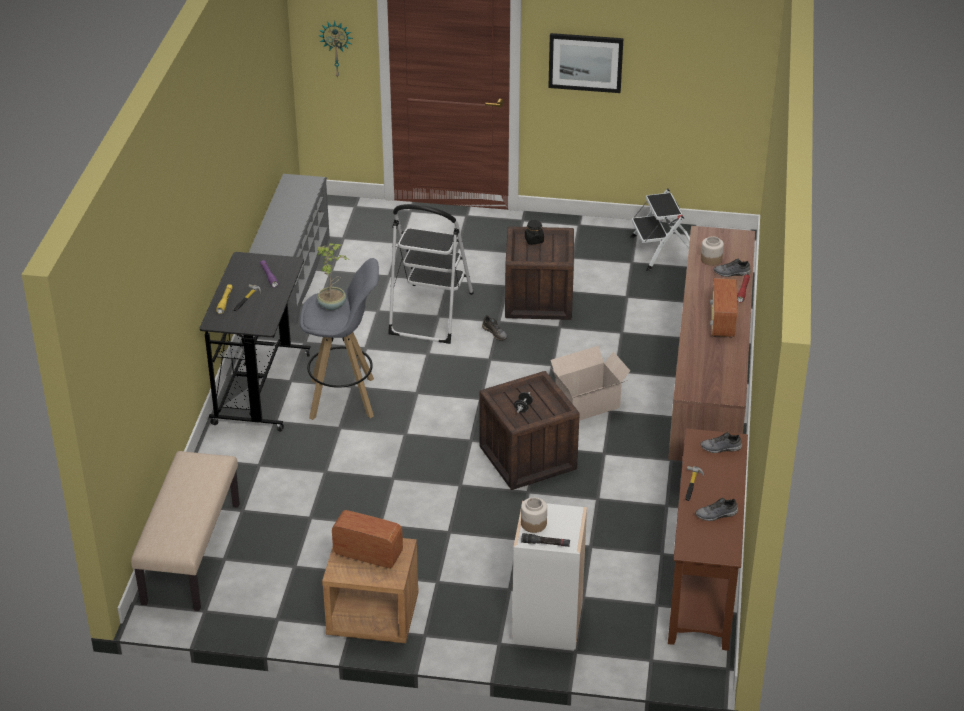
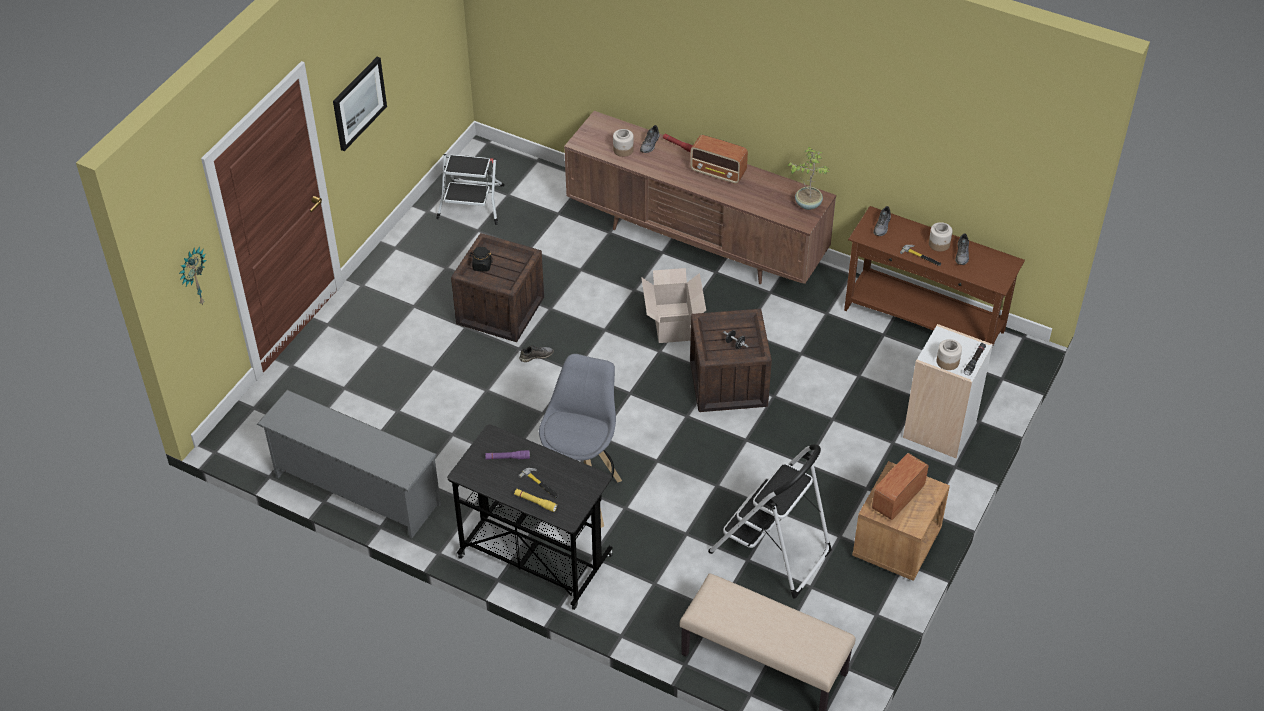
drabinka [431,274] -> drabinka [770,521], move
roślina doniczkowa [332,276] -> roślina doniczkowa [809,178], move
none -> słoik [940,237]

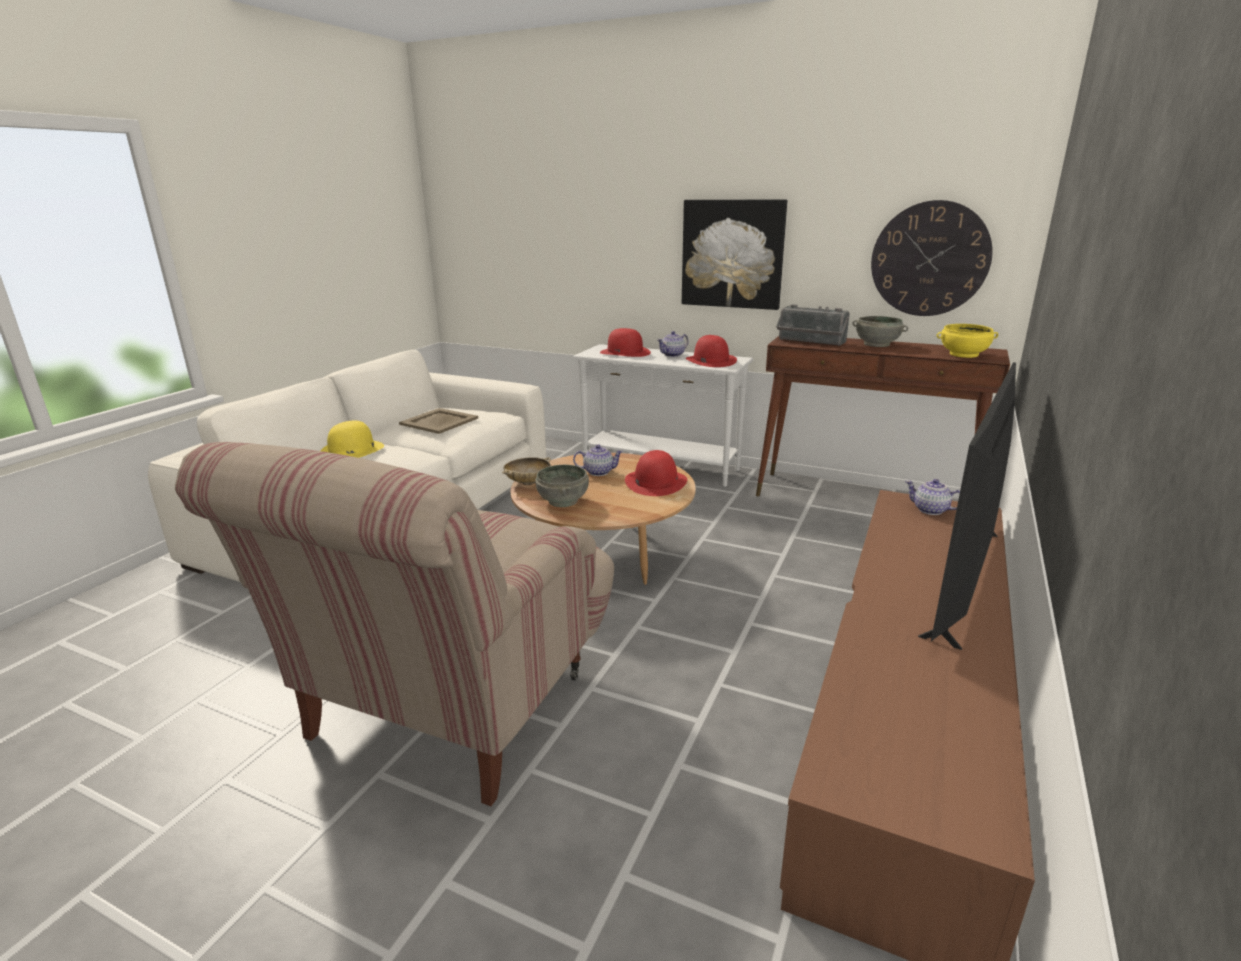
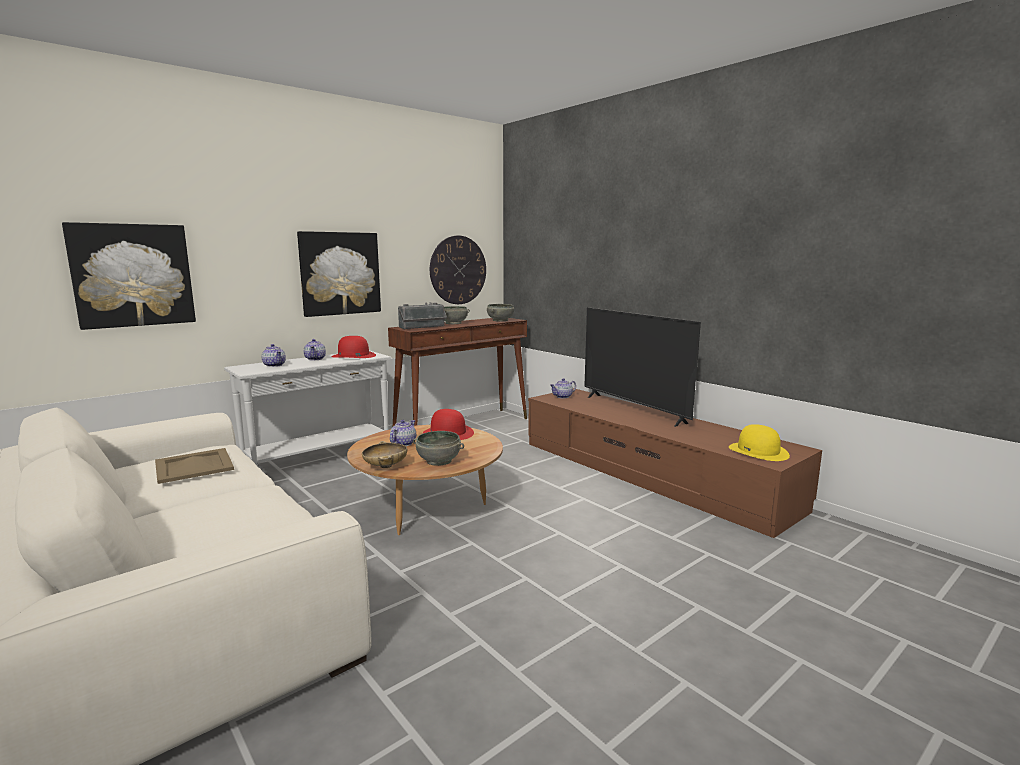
miska (żółty) [967,341] -> miska (szary) [500,312]
kapelusz (czerwony) [625,342] -> imbryk [274,355]
kapelusz (żółty) [352,439] -> kapelusz (żółty) [759,442], move
fotel (beżowy) [394,624] -> none
none -> obraz [129,276]

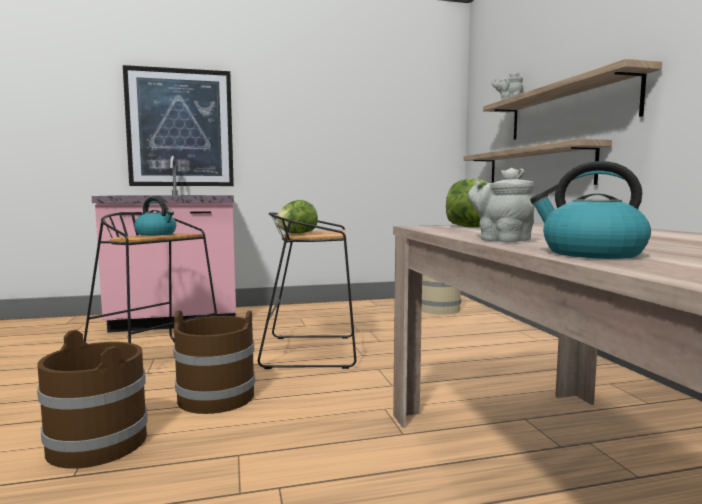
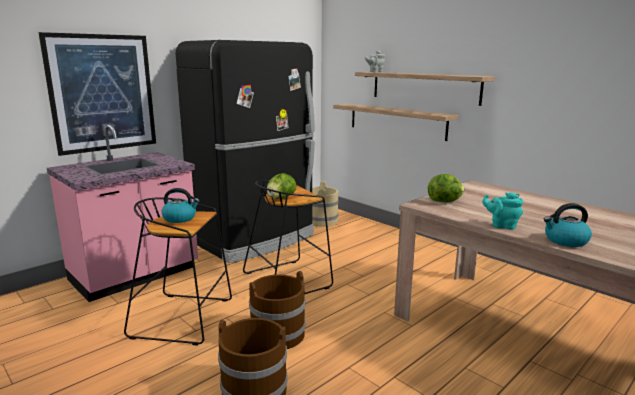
imbryk (szary) [501,205] -> imbryk (turkusowy) [502,211]
none -> lodówka (czarny) [245,151]

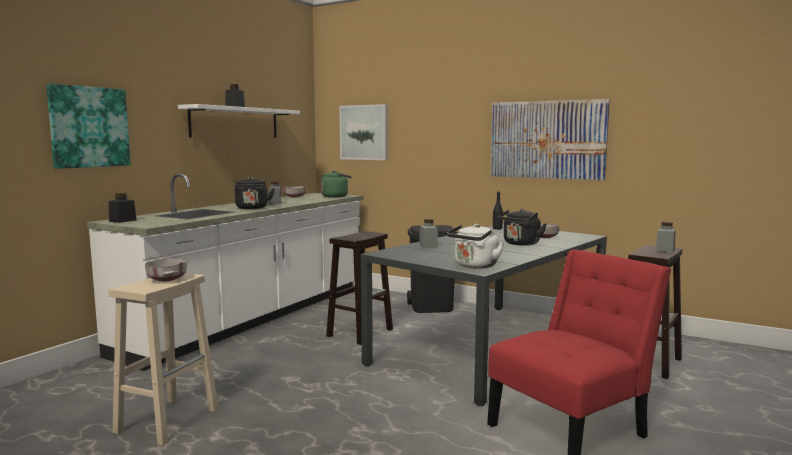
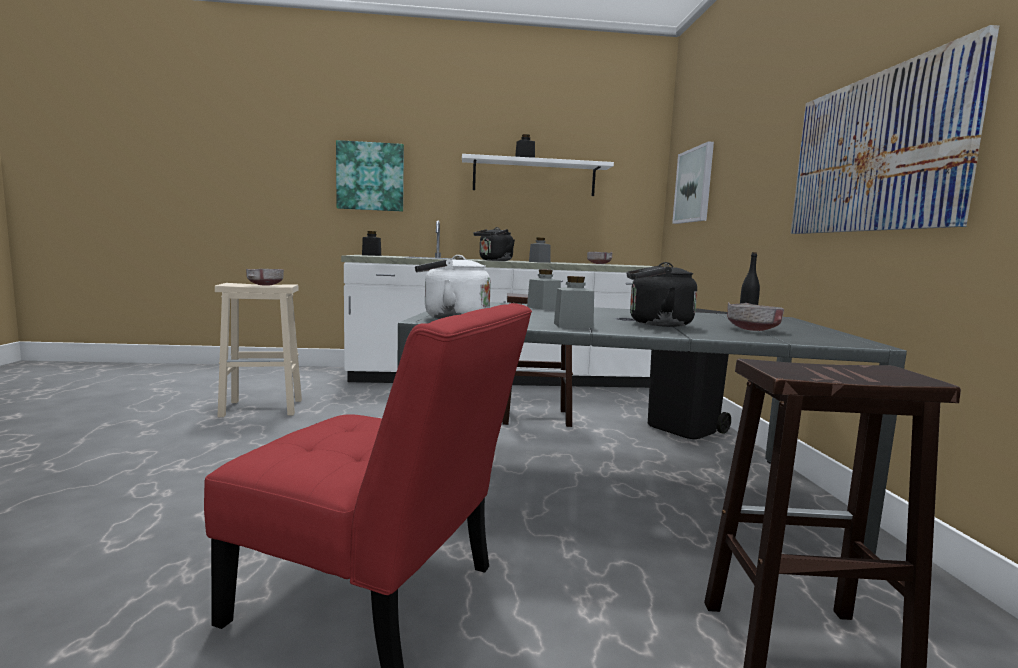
czajnik (zielony) [336,184] -> none
słoik (szary) [666,237] -> słoik (szary) [574,302], move

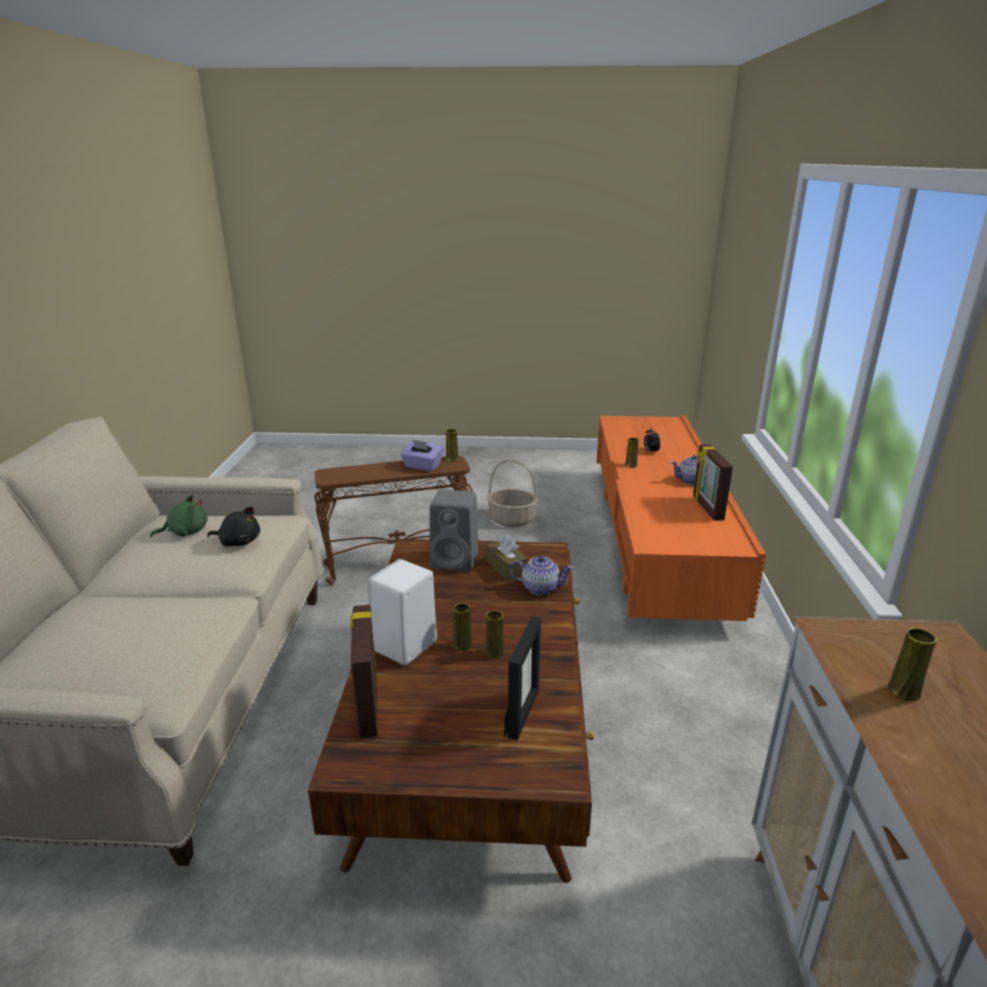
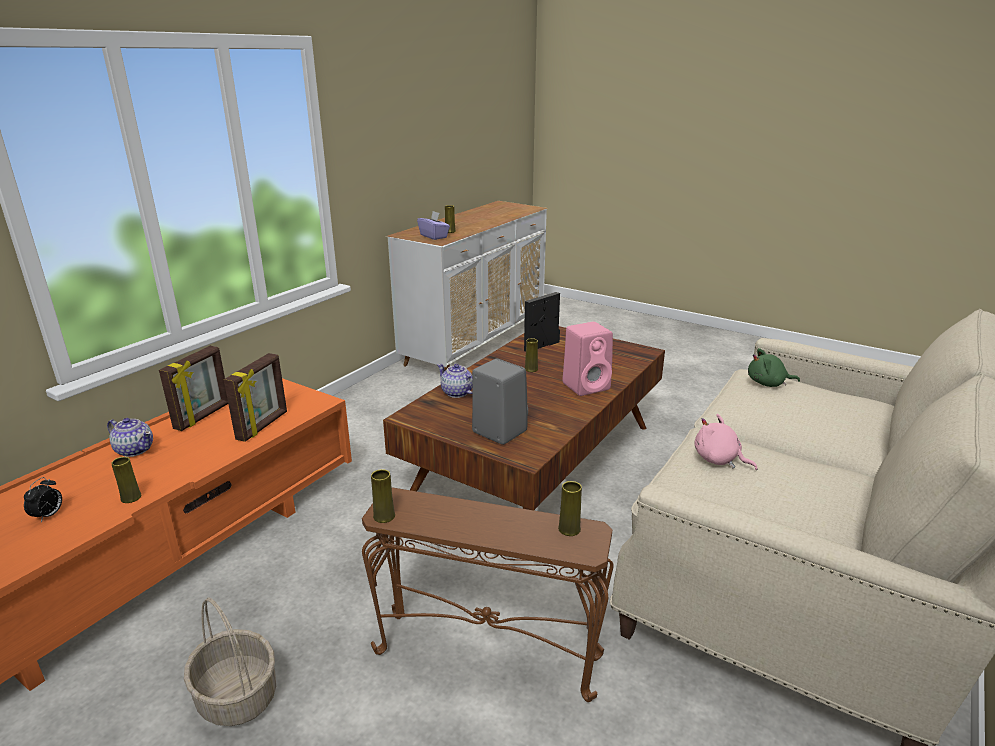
pudełko chusteczek (fioletowy) [422,455] -> pudełko chusteczek (fioletowy) [433,225], move
pluszak (zielony) [179,516] -> pluszak (zielony) [774,367], move
pluszak (czarny) [233,526] -> pluszak (różowy) [725,442]
pudełko chusteczek (brązowy) [507,557] -> none
głośnik (biały) [402,612] -> głośnik (różowy) [587,359]
wazon (żółty) [462,627] -> wazon (żółty) [570,508], move
ramka na zdjęcie [364,671] -> ramka na zdjęcie [255,397], move

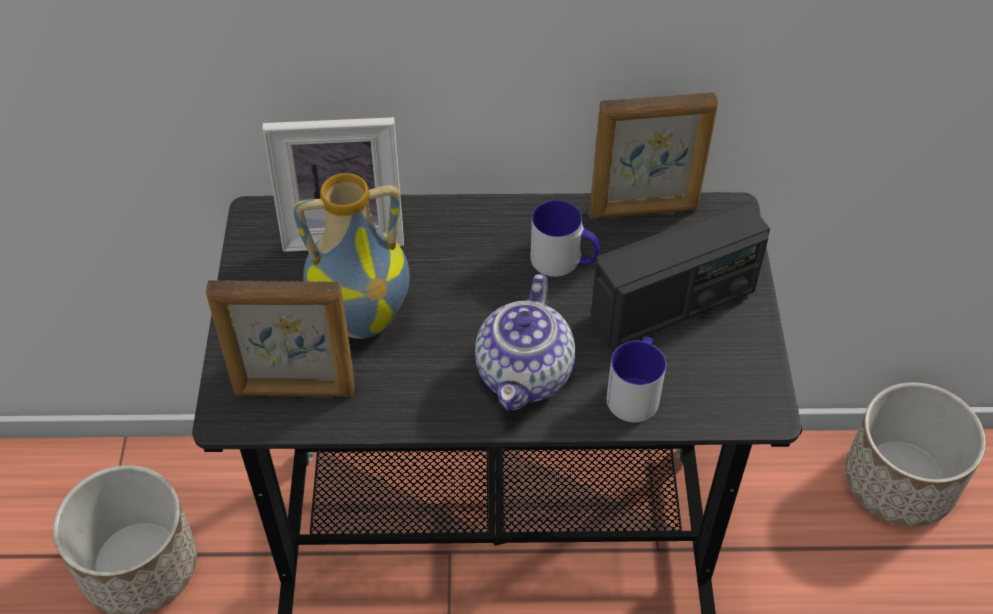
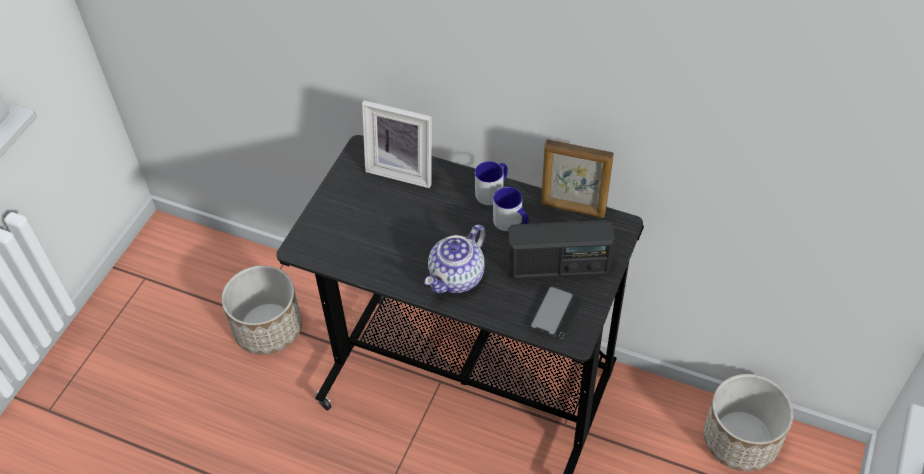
wazon [351,256] -> none
ramka na zdjęcie [280,338] -> none
kubek [636,379] -> kubek [491,183], move
none -> telefon [556,314]

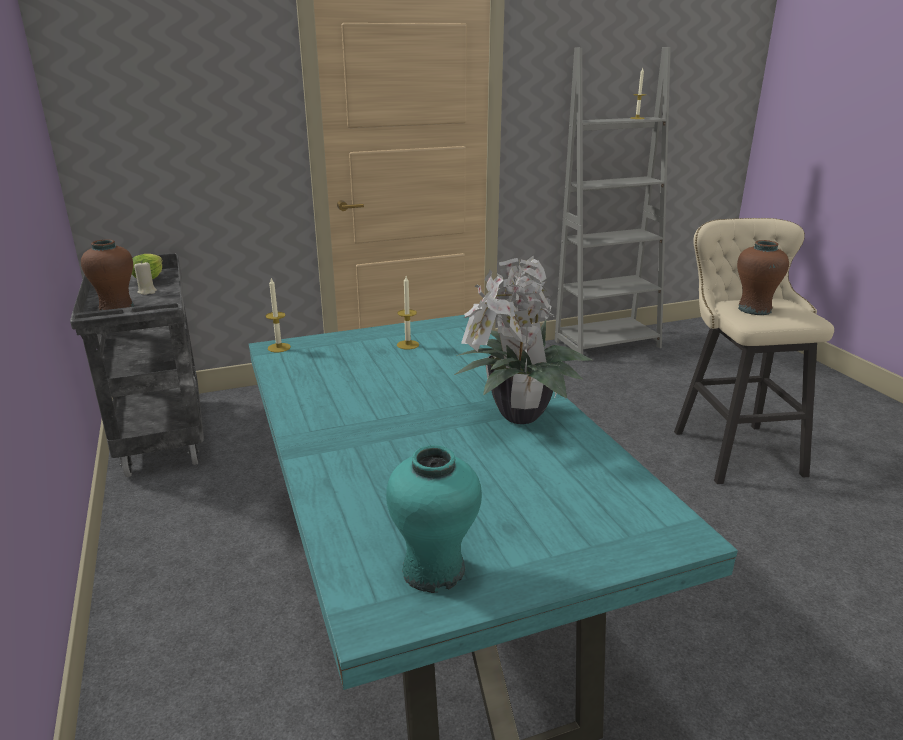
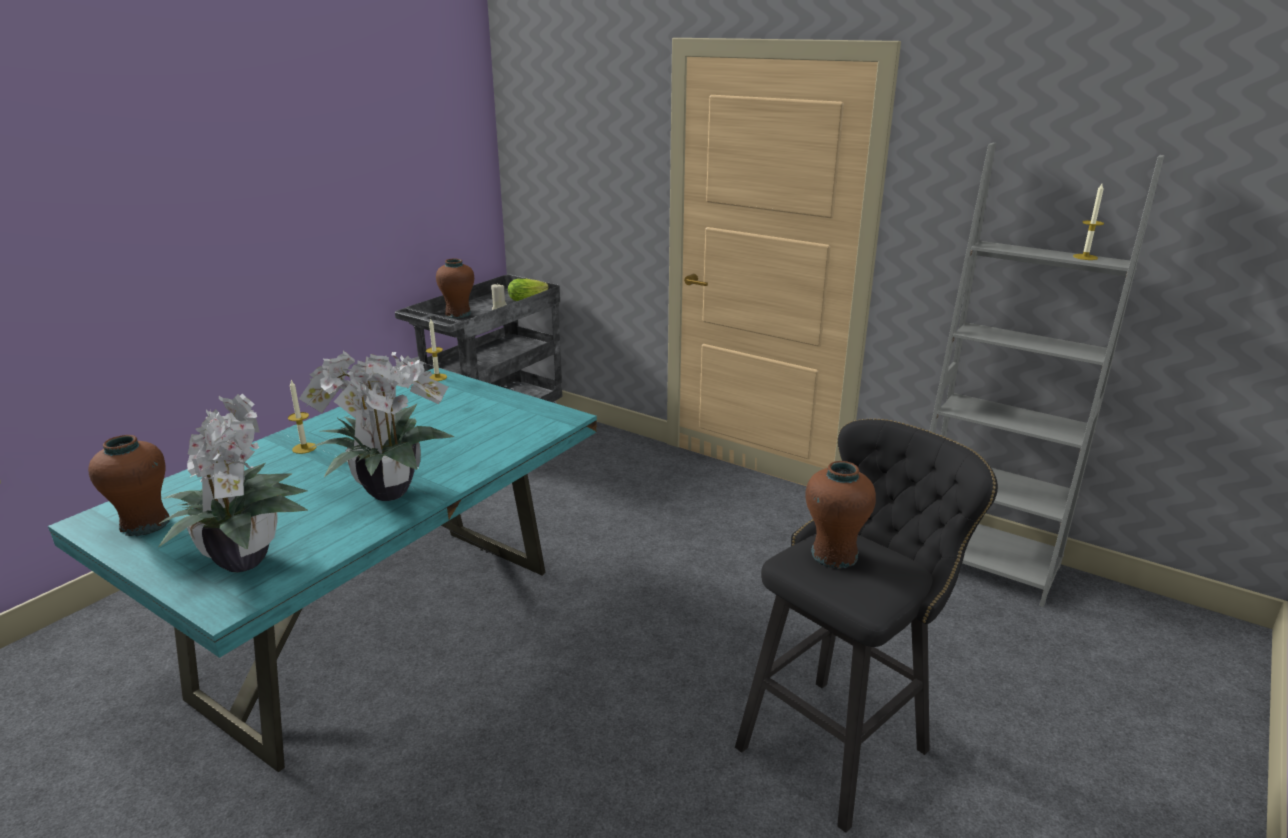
stołek (beżowy) [754,351] -> stołek (czarny) [866,626]
świeca [408,312] -> świeca [302,417], move
wazon (turkusowy) [434,519] -> wazon (brązowy) [129,485]
none -> roślina doniczkowa [233,482]

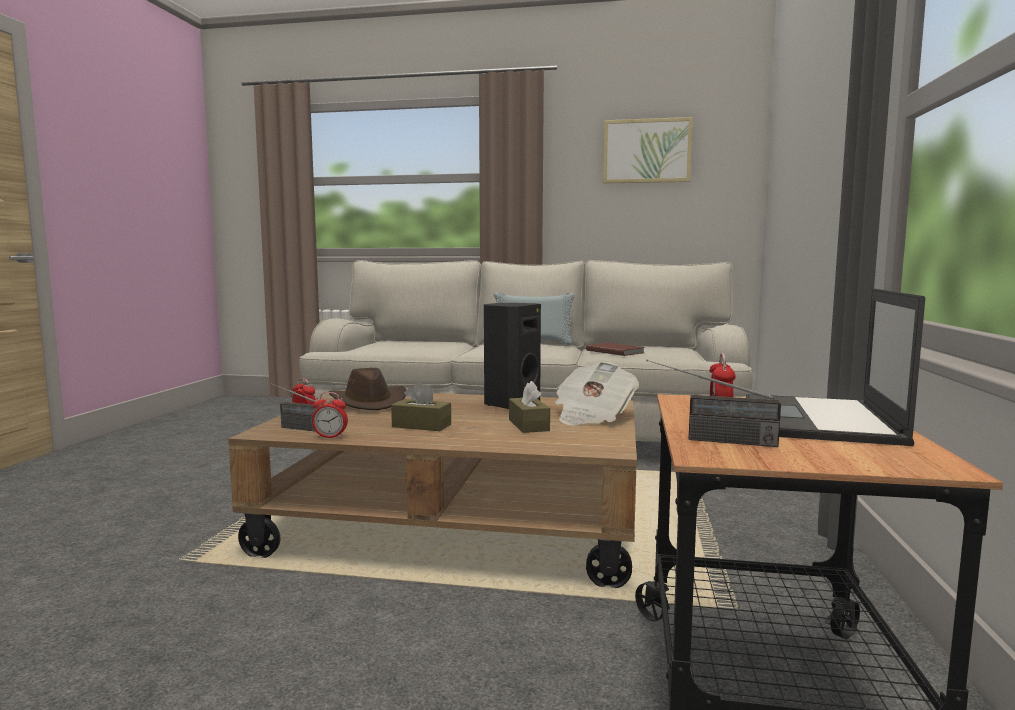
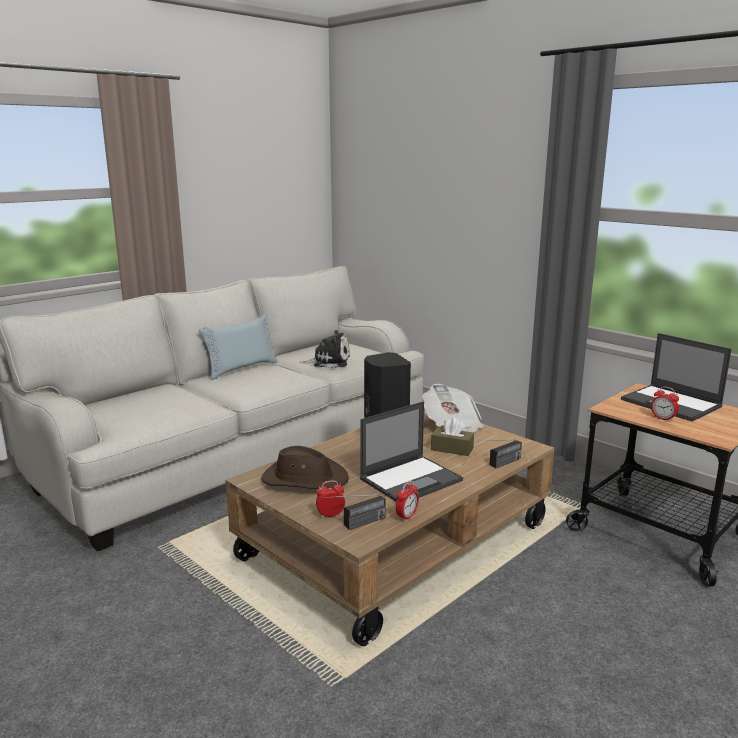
obraz [648,150] -> none
książka (brązowy) [615,349] -> pluszak [324,349]
radio [713,403] -> radio [499,453], move
pudełko chusteczek (brązowy) [421,406] -> laptop [411,451]

